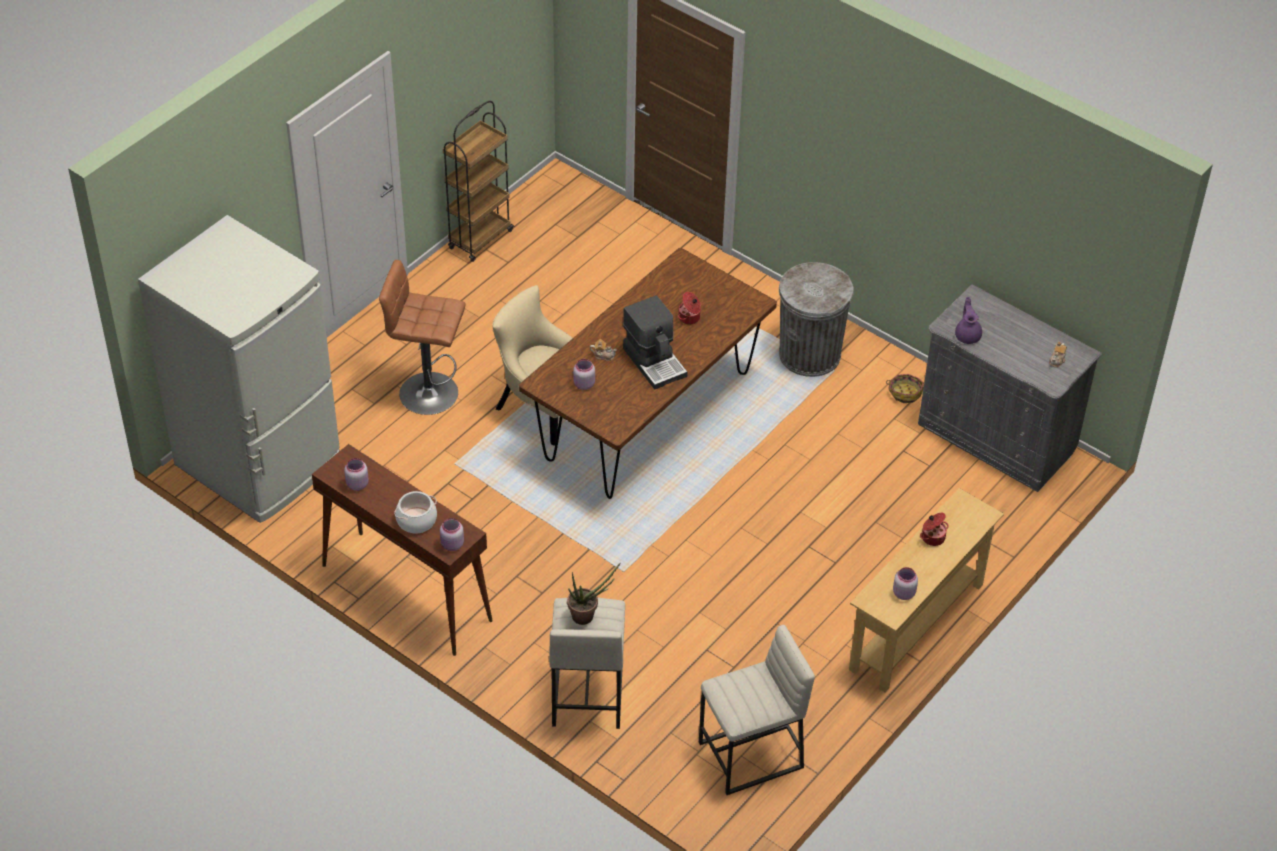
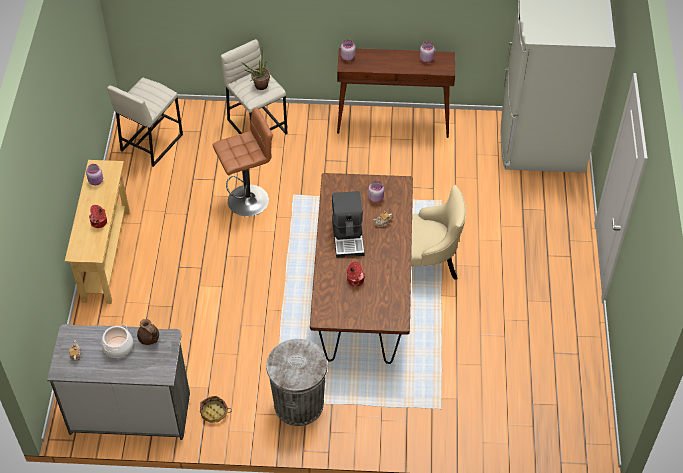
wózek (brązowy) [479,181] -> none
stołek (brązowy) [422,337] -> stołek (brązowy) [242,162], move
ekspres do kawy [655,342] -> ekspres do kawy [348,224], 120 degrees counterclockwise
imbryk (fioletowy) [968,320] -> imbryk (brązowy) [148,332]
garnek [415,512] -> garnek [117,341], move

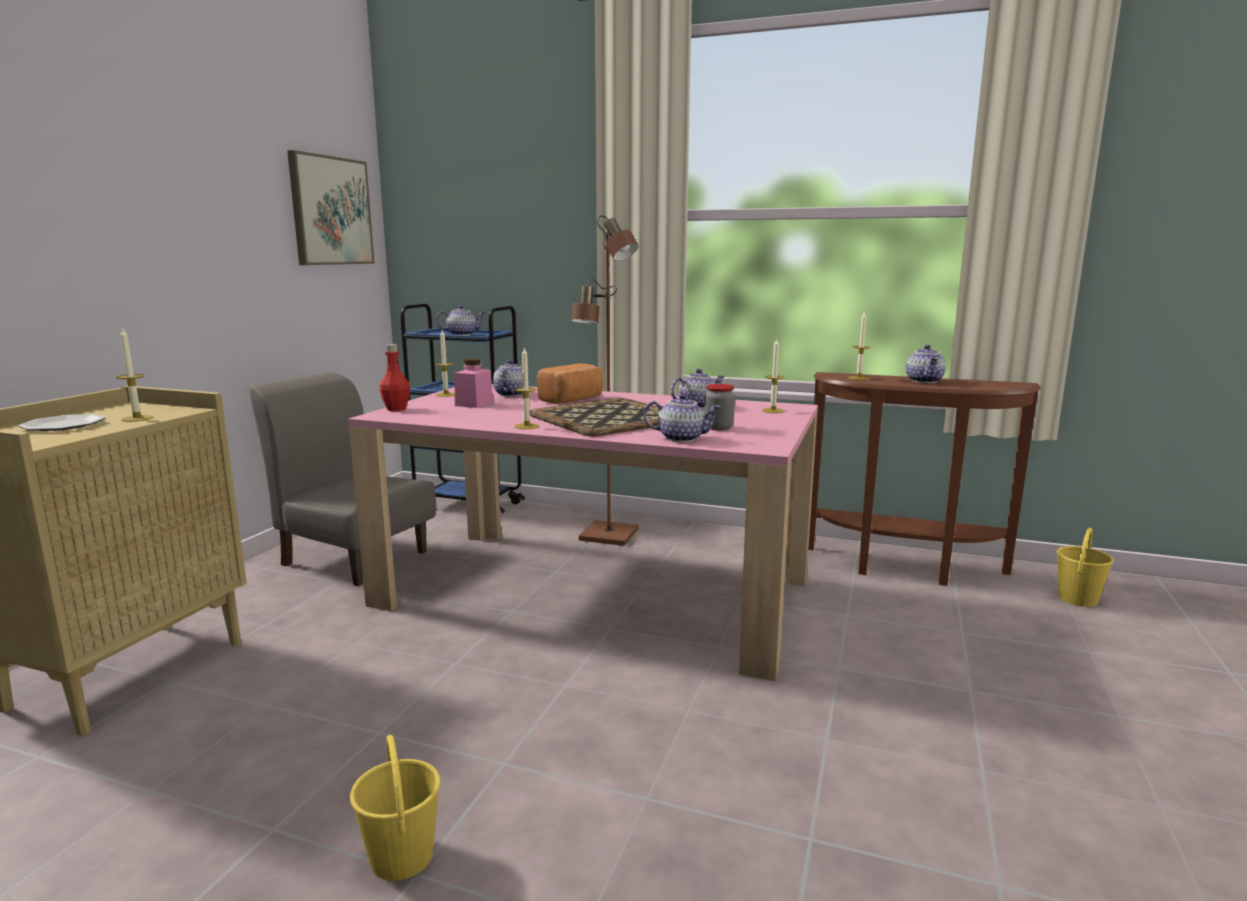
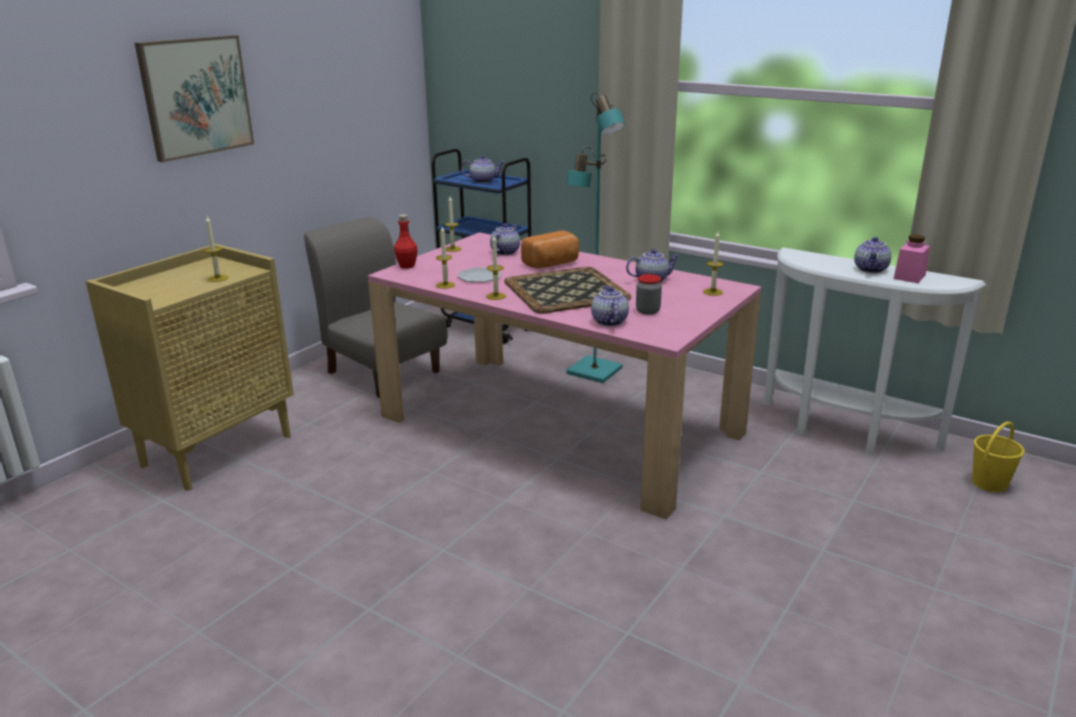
obraz [330,207] -> obraz [194,98], move
lampa stojąca (brązowy) [605,380] -> lampa stojąca (turkusowy) [595,237]
świeca [860,345] -> świeca [445,257], move
słoik (różowy) [474,383] -> słoik (różowy) [912,258], move
stolik konsolowy (brązowy) [924,479] -> stolik konsolowy (biały) [875,351]
imbryk [682,417] -> imbryk [610,306], 120 degrees counterclockwise
talerz [61,422] -> talerz [479,275], move
wiadro (żółty) [395,808] -> none

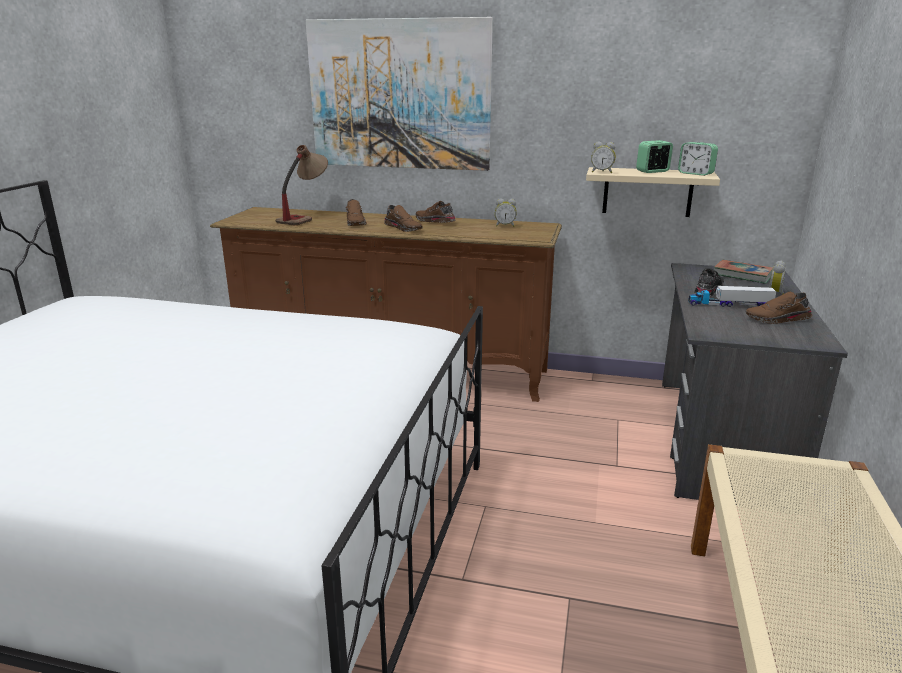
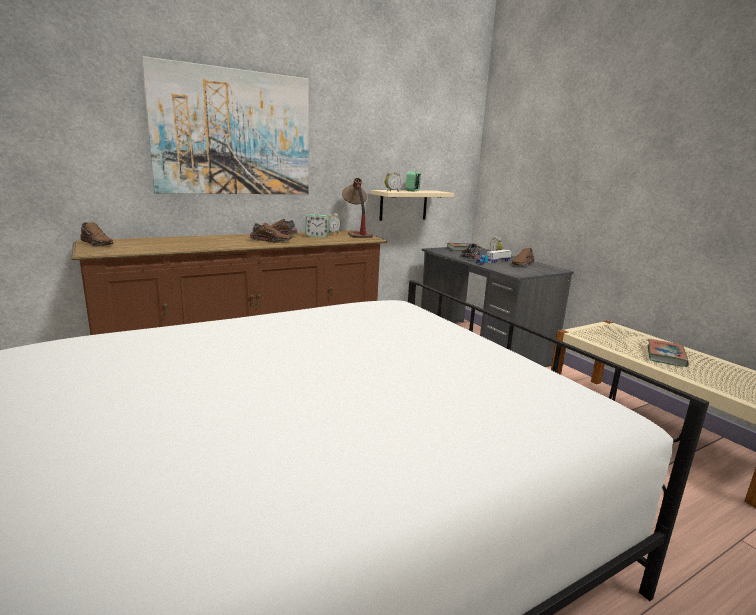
budzik [698,159] -> budzik [317,225], move
lampa stołowa [302,185] -> lampa stołowa [357,208], move
but (brązowy) [356,212] -> but (brązowy) [97,234], move
none -> książka [668,353]

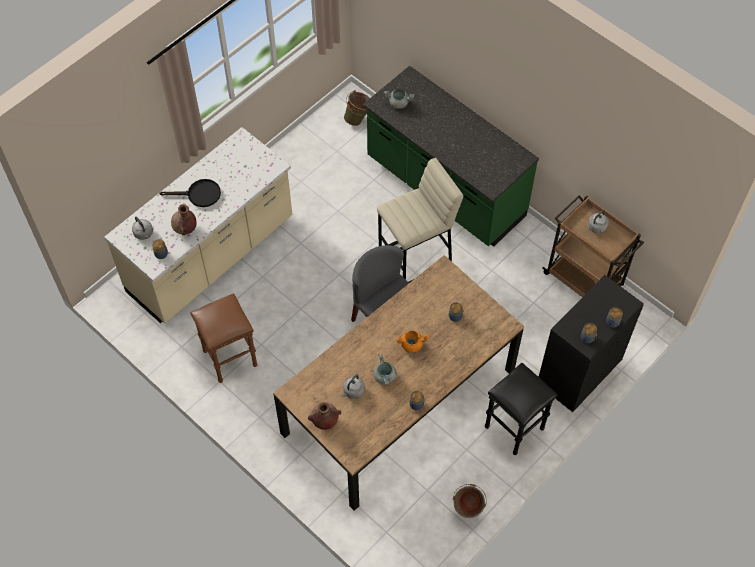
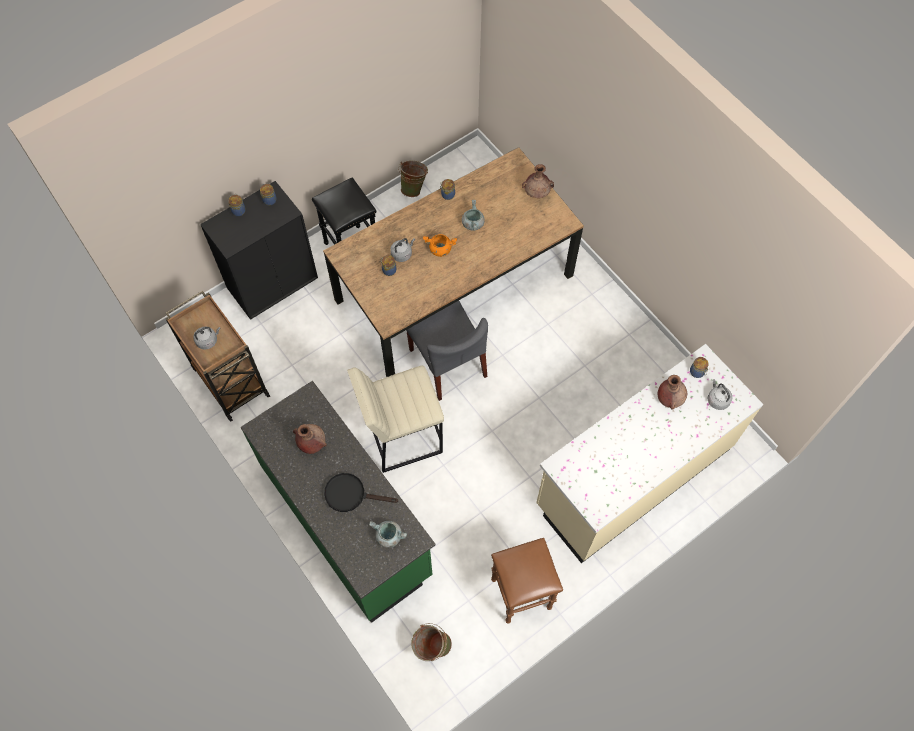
patelnia (czarny) [190,193] -> patelnia (czarny) [361,492], move
stołek (brązowy) [224,338] -> stołek (brązowy) [527,581], move
czajnik (szary) [353,386] -> czajnik (szary) [402,250], move
none -> wazon (brązowy) [310,439]

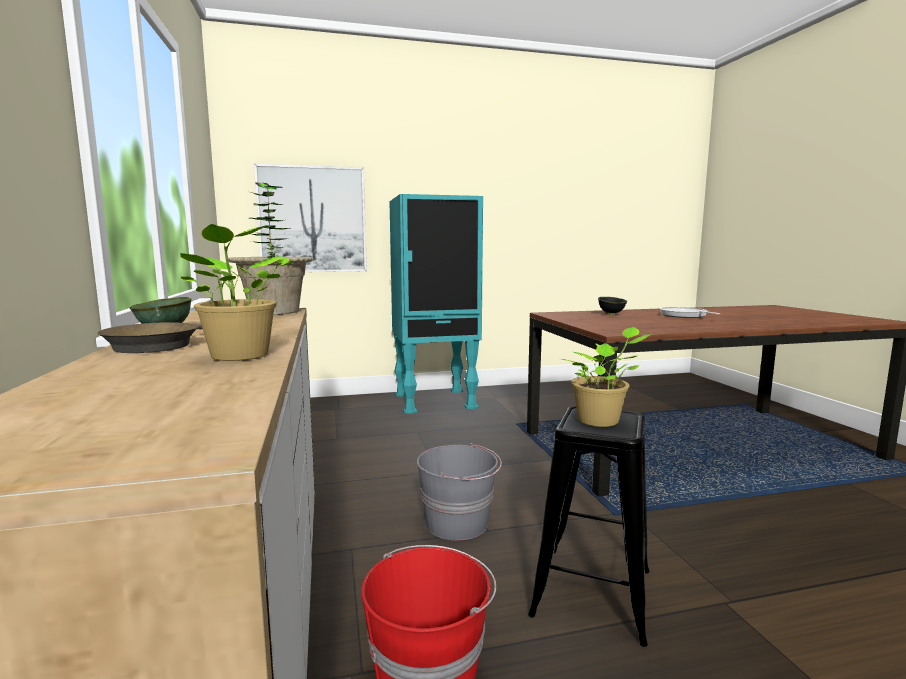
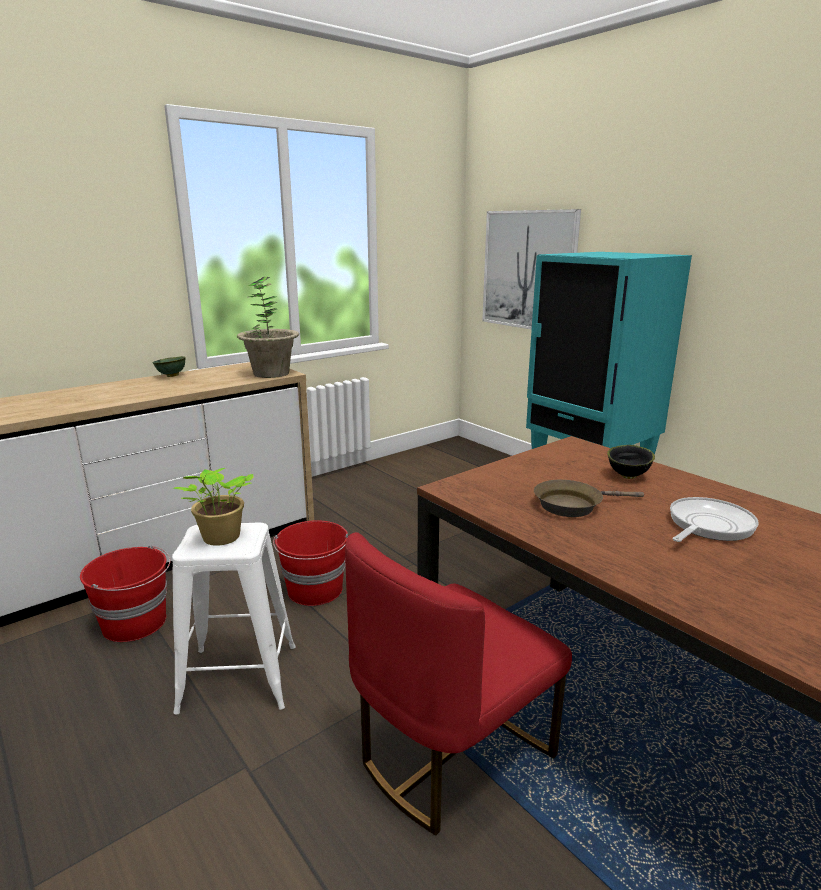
roślina doniczkowa [237,292] -> none
patelnia (brązowy) [150,337] -> patelnia (brązowy) [589,498], move
stołek (czarny) [588,526] -> stołek (biały) [234,618]
wiadro (szary) [459,492] -> wiadro (czerwony) [310,563]
none -> krzesło (czerwony) [458,684]

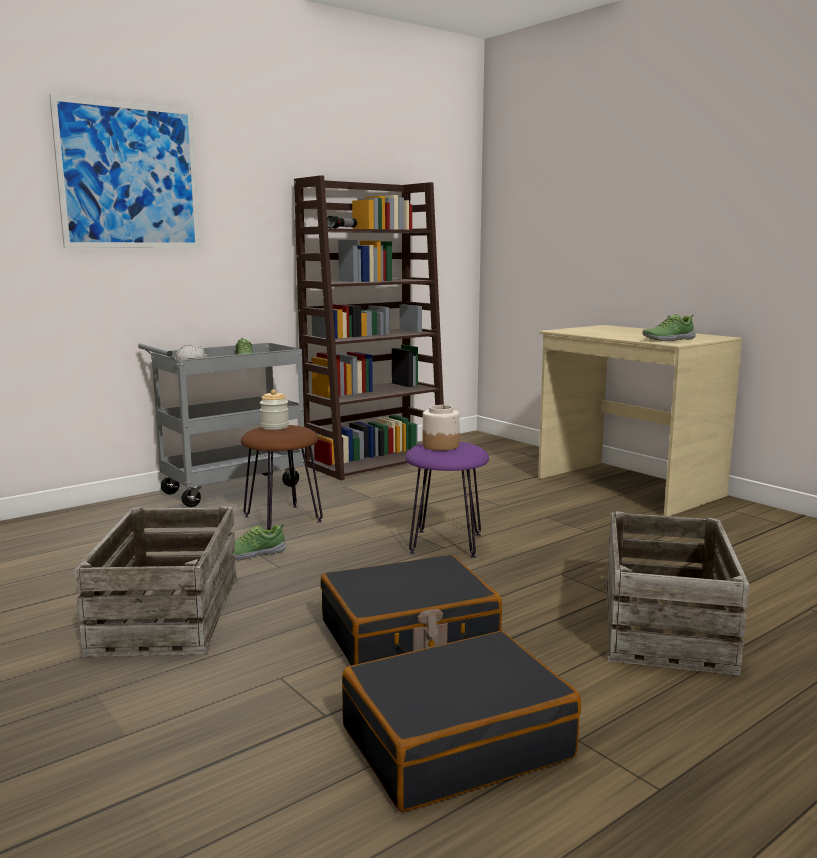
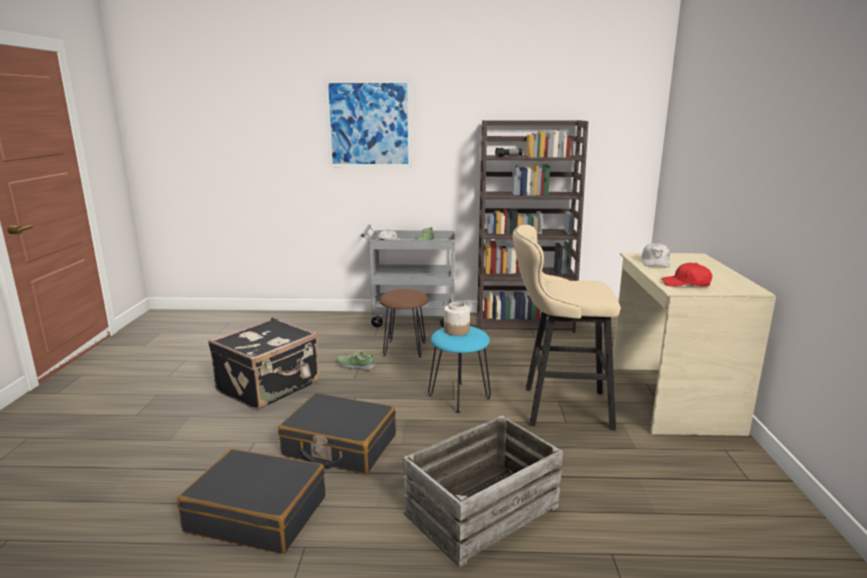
but [669,327] -> czapka z daszkiem (czerwony) [686,275]
słoik [274,409] -> none
stołek (fioletowy) [447,500] -> stołek (turkusowy) [459,369]
skrzynka [156,581] -> walizka (czarny) [264,363]
none -> stołek (beżowy) [566,327]
none -> czapka z daszkiem (biały) [655,255]

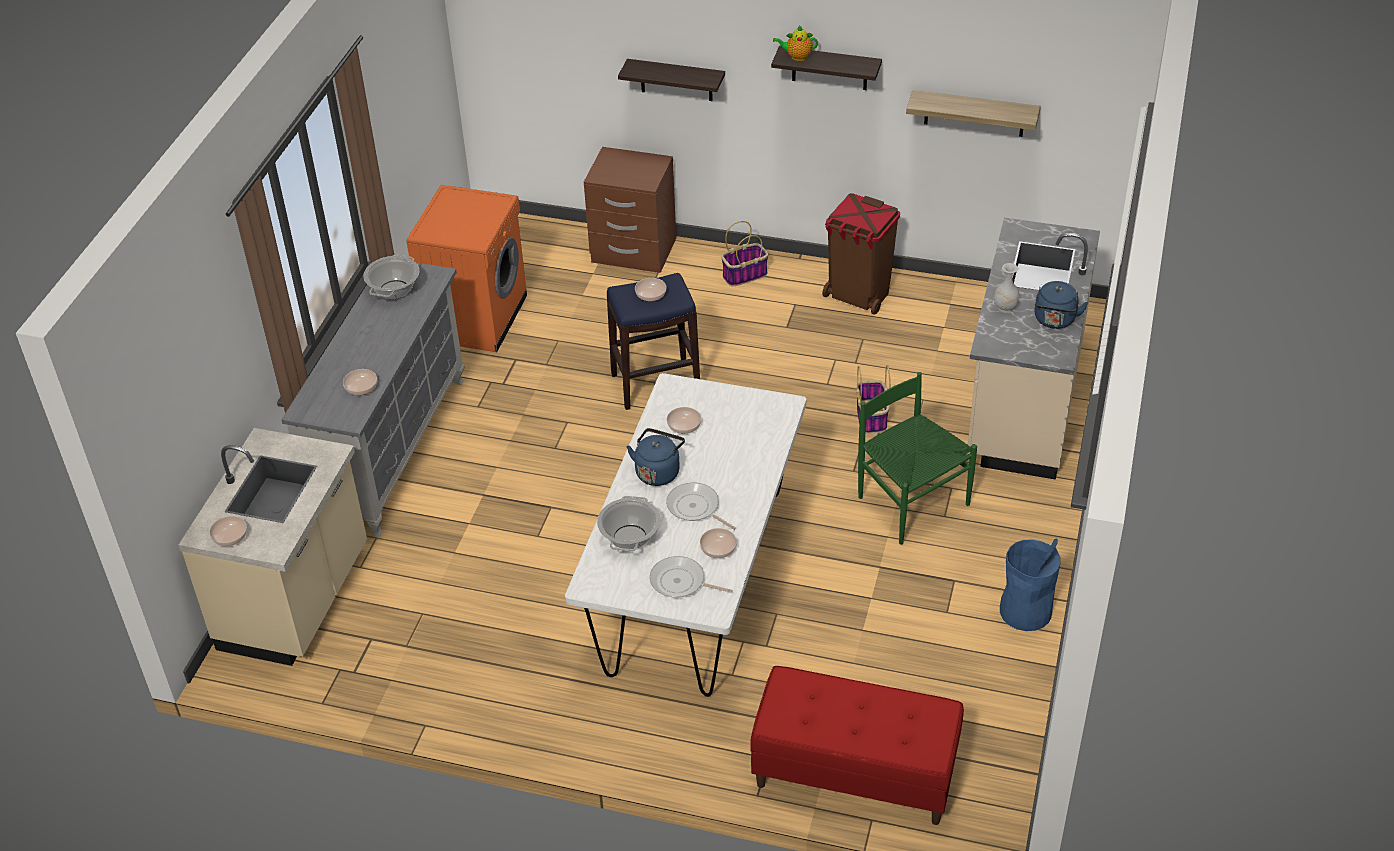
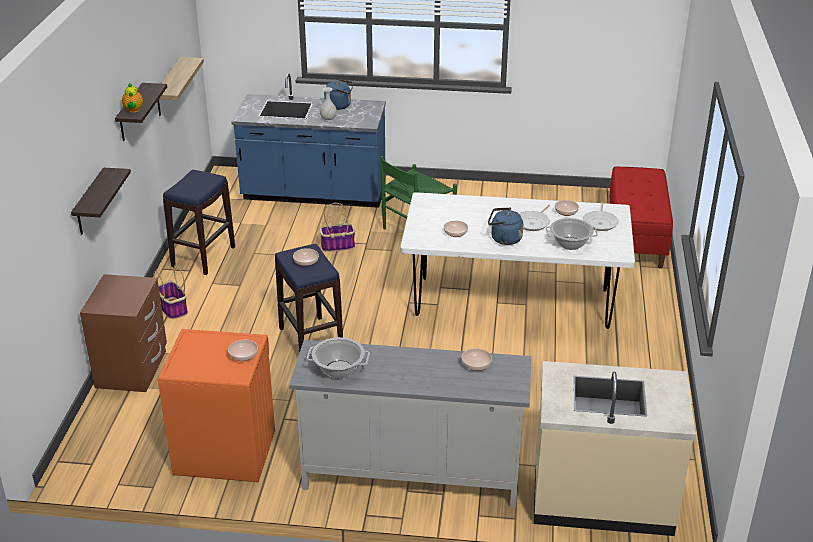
kosz na śmieci (brązowy) [861,254] -> stołek [199,222]
zabudowa kuchenna (beżowy) [1034,349] -> zabudowa kuchenna (niebieski) [308,140]
miska [228,531] -> miska [243,350], move
kosz na śmieci (niebieski) [1030,585] -> none

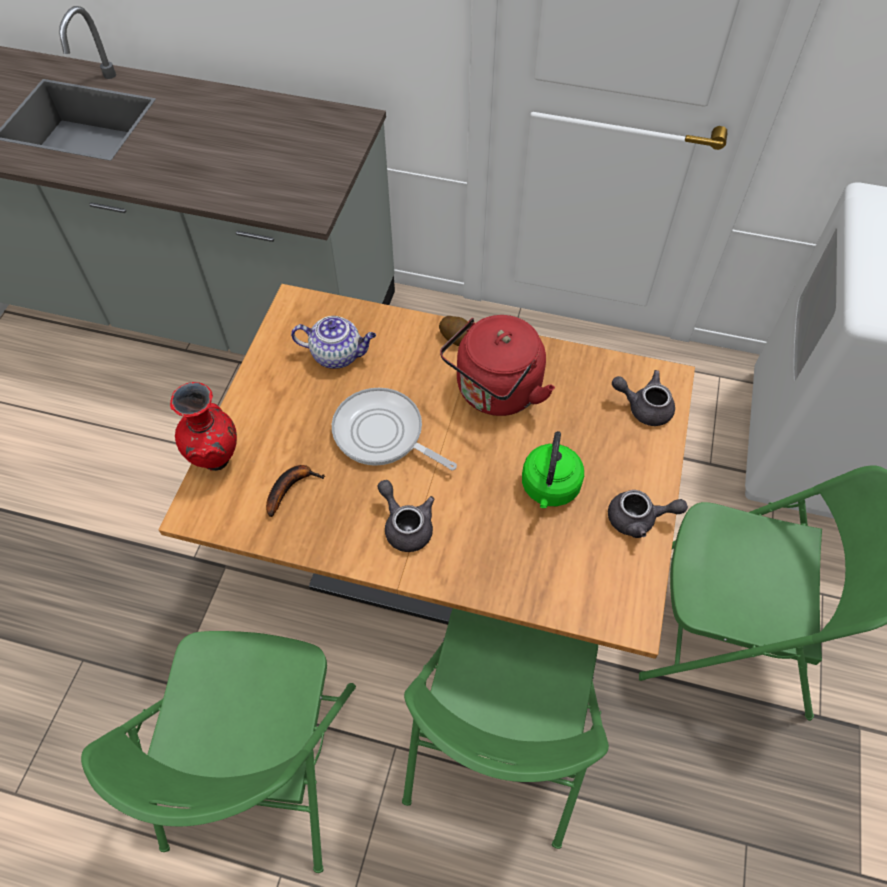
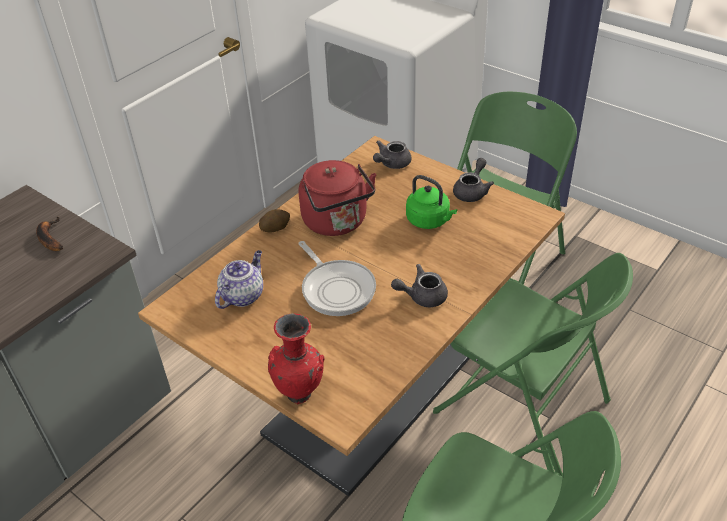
patelnia [394,429] -> patelnia [337,278], 90 degrees counterclockwise
banan [295,491] -> banan [49,234], move

